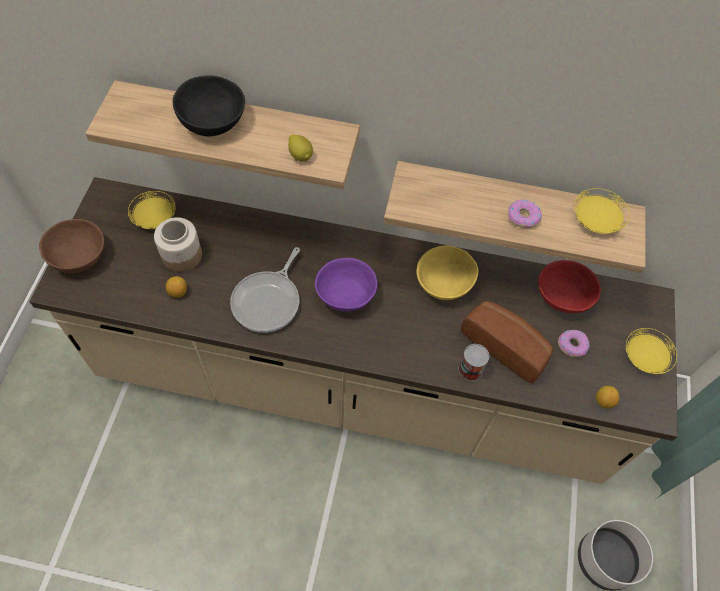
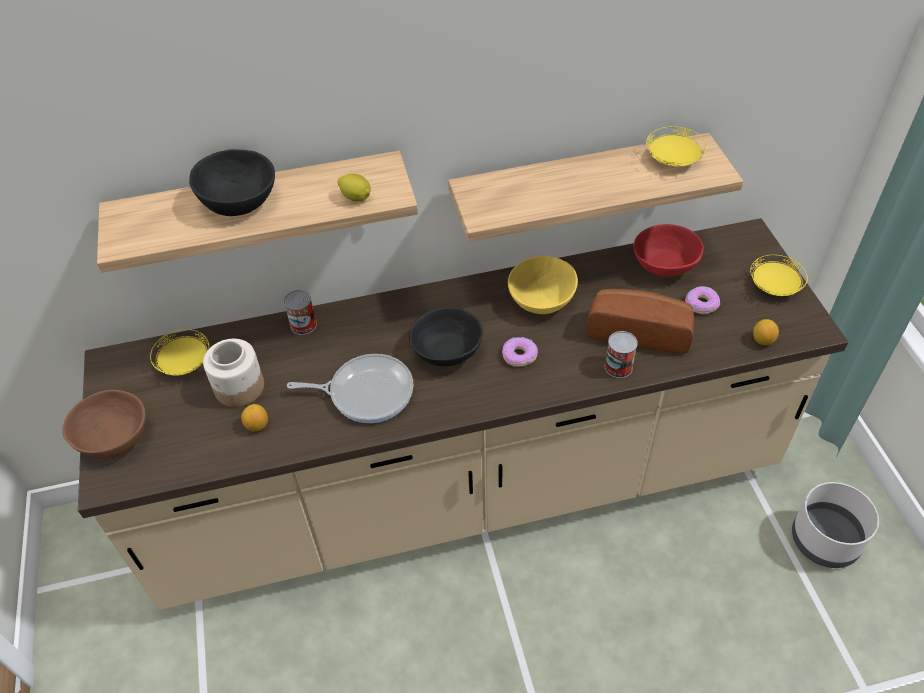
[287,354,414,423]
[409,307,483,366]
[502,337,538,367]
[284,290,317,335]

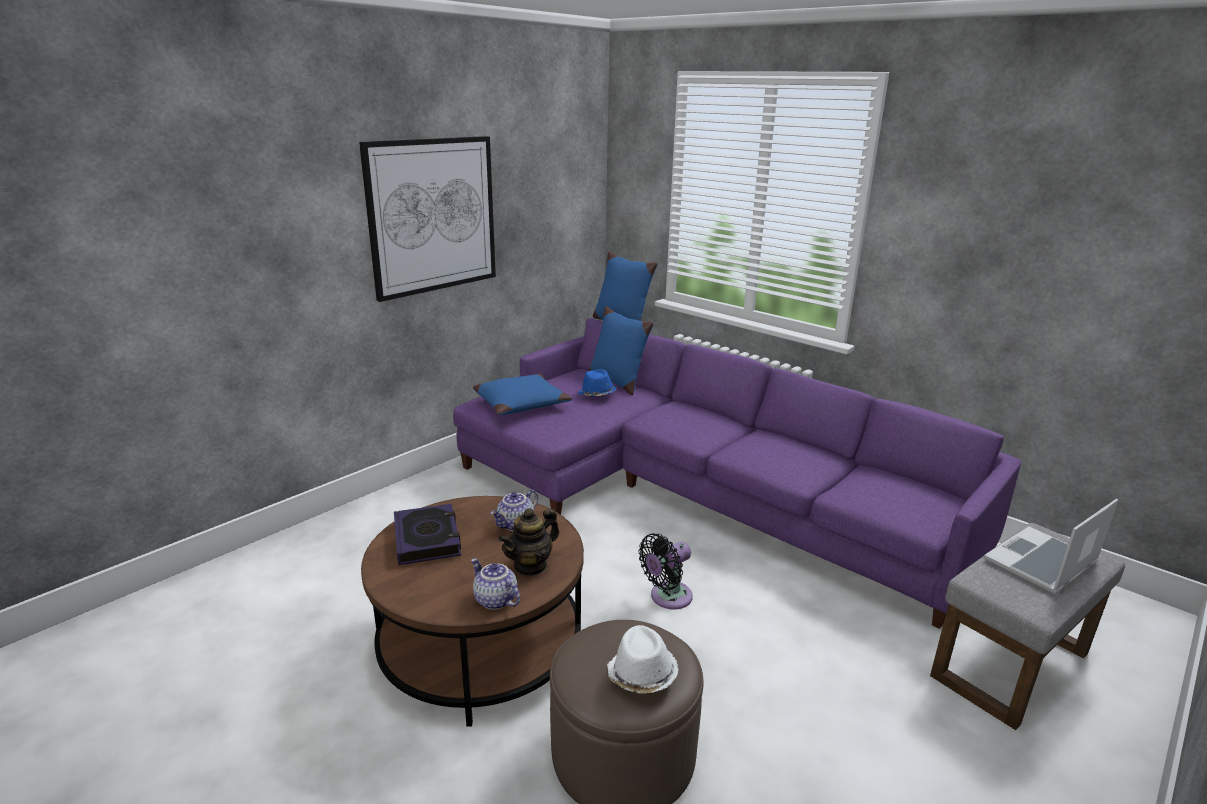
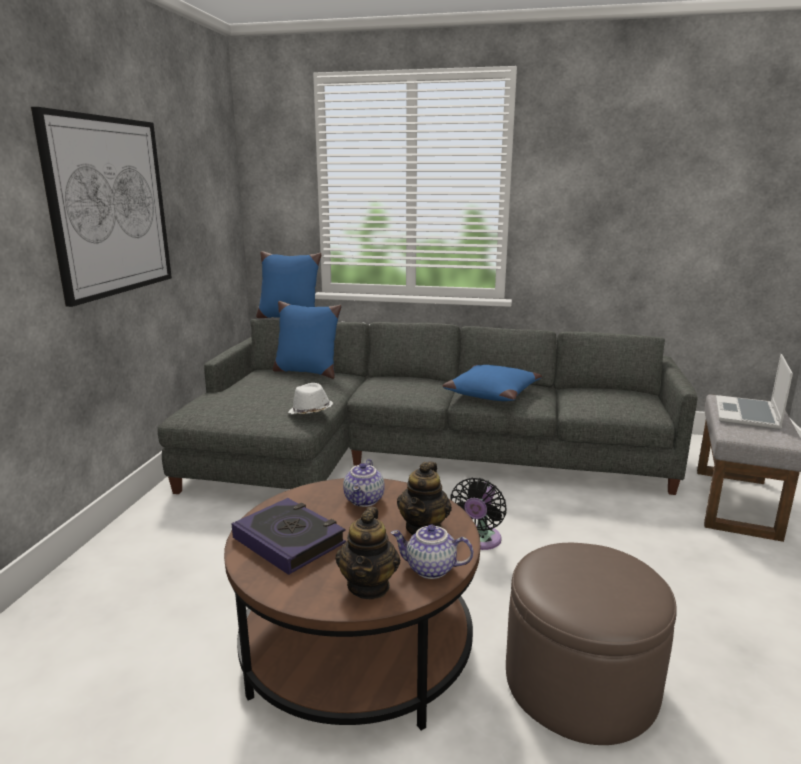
[157,319,697,495]
[442,365,542,401]
[578,369,617,396] (first image)
[288,383,333,414]
[336,507,400,599]

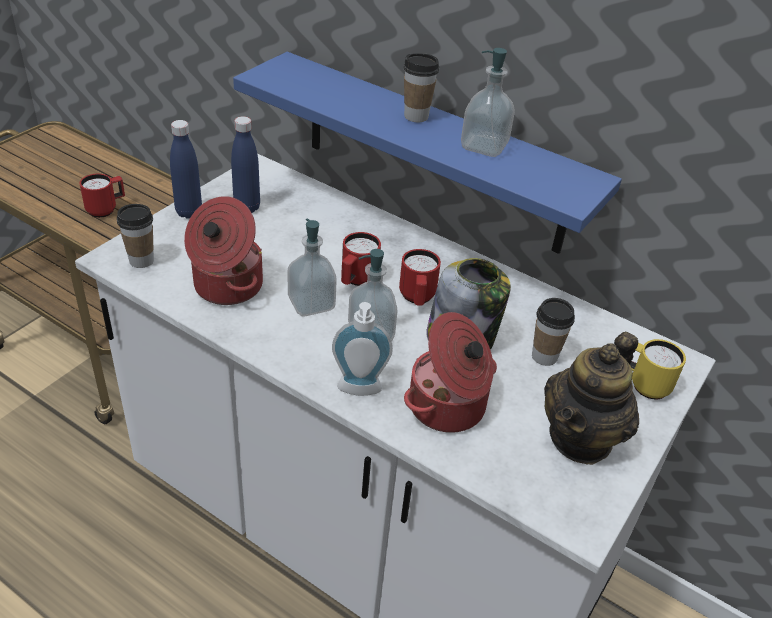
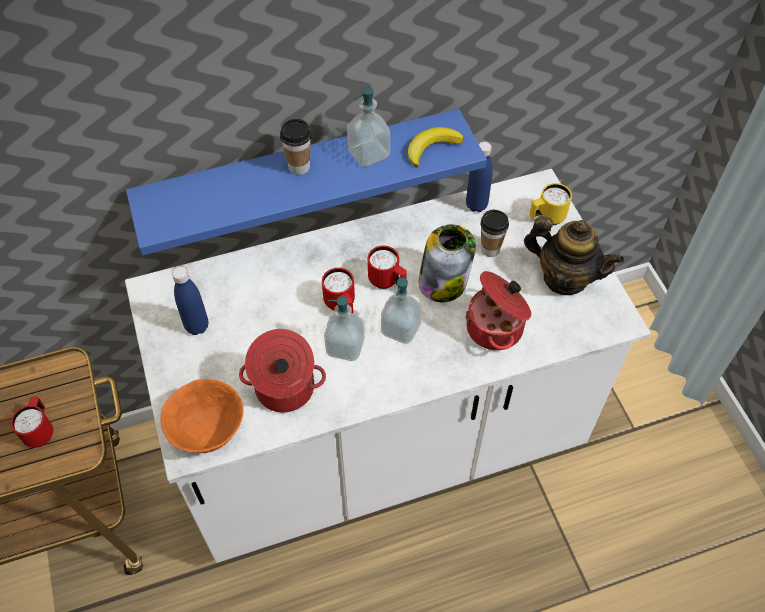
[160,379,244,453]
[466,141,493,212]
[332,302,393,396] (first image)
[524,216,624,295]
[408,127,464,168]

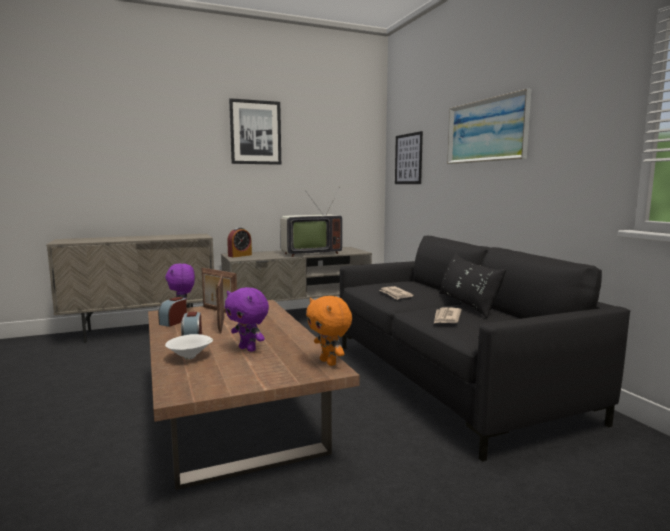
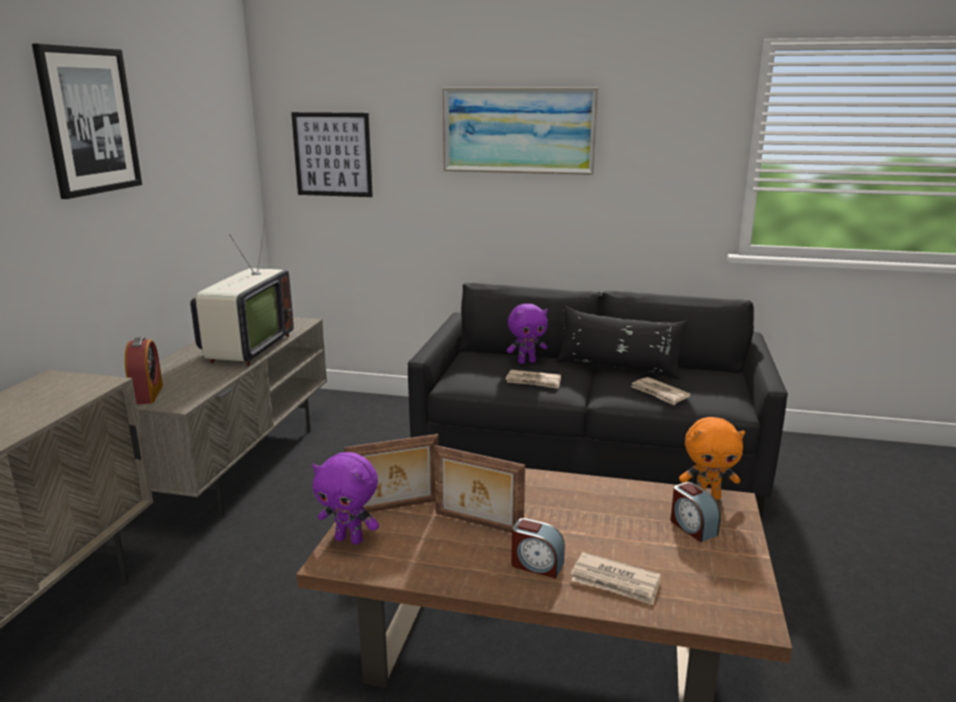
[671,482,721,542]
[570,552,661,605]
[507,304,548,364]

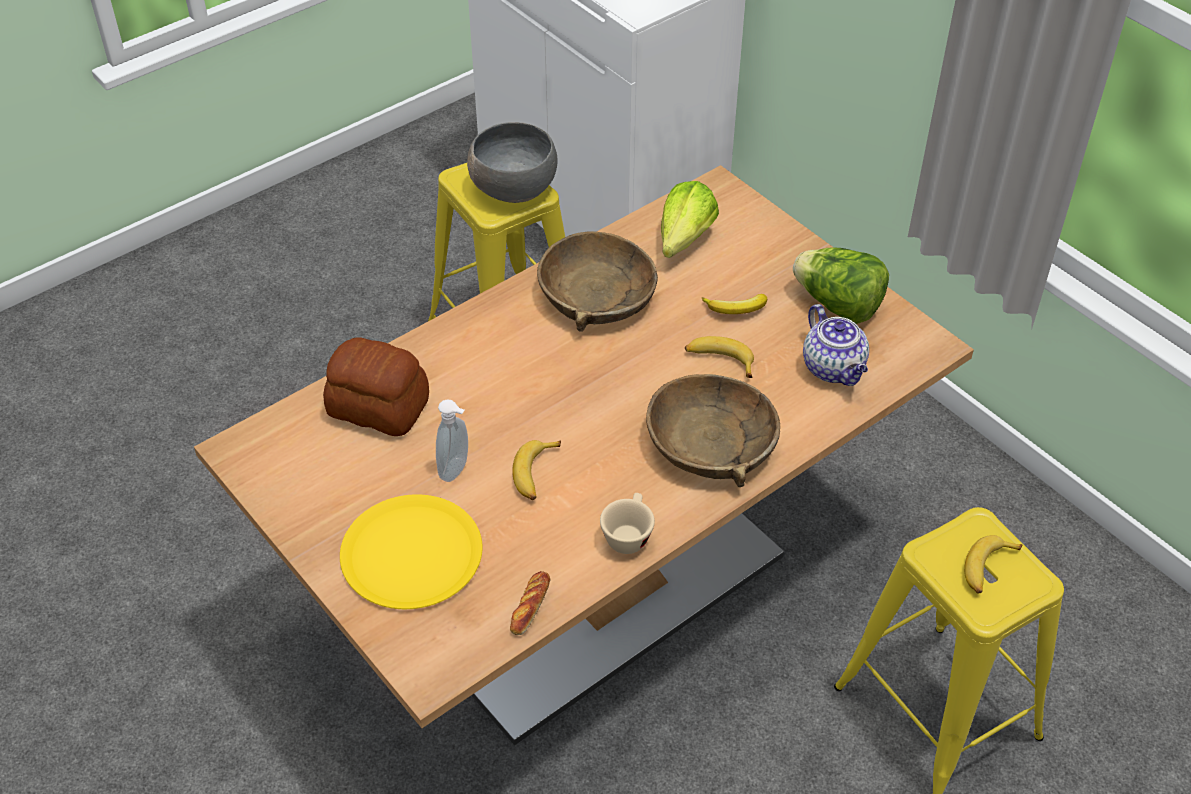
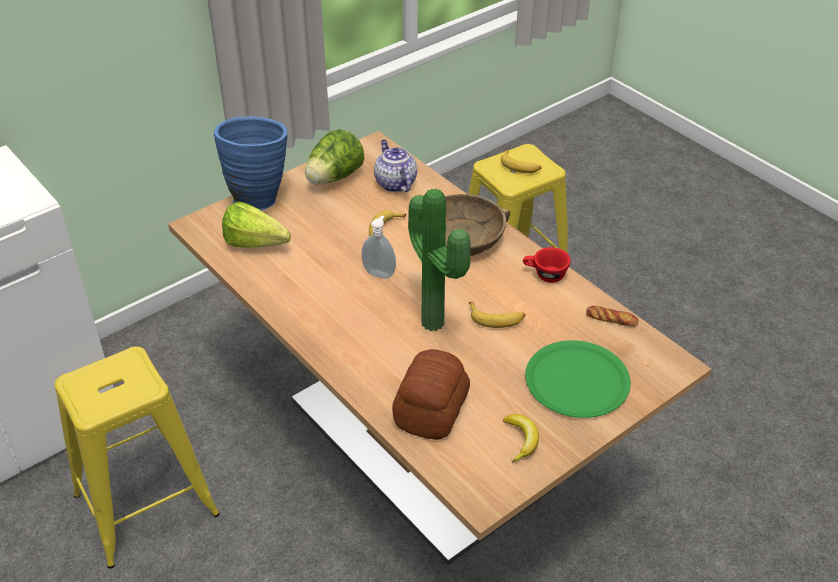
[525,340,631,418]
[361,215,396,279]
[467,122,558,203] (first image)
[537,231,658,332] (first image)
[523,247,571,283]
[503,414,539,463]
[374,140,417,192]
[214,116,288,211]
[408,189,470,331]

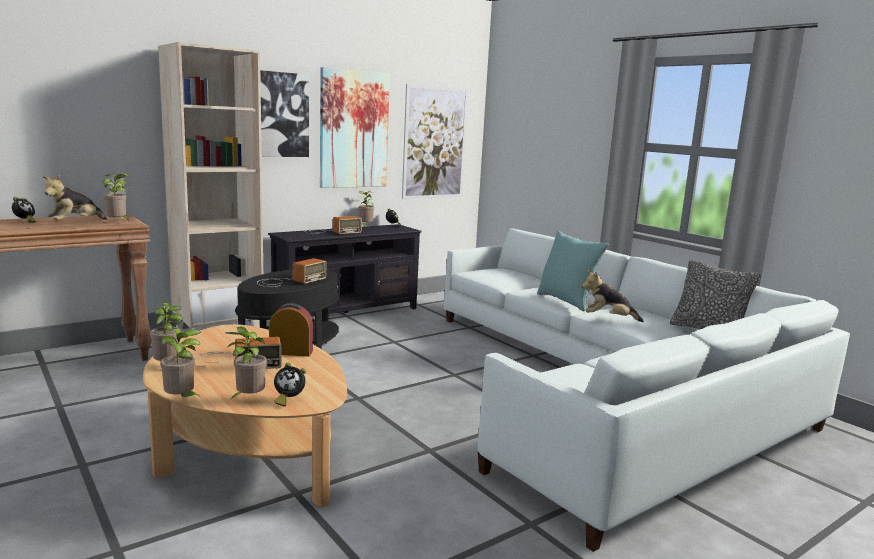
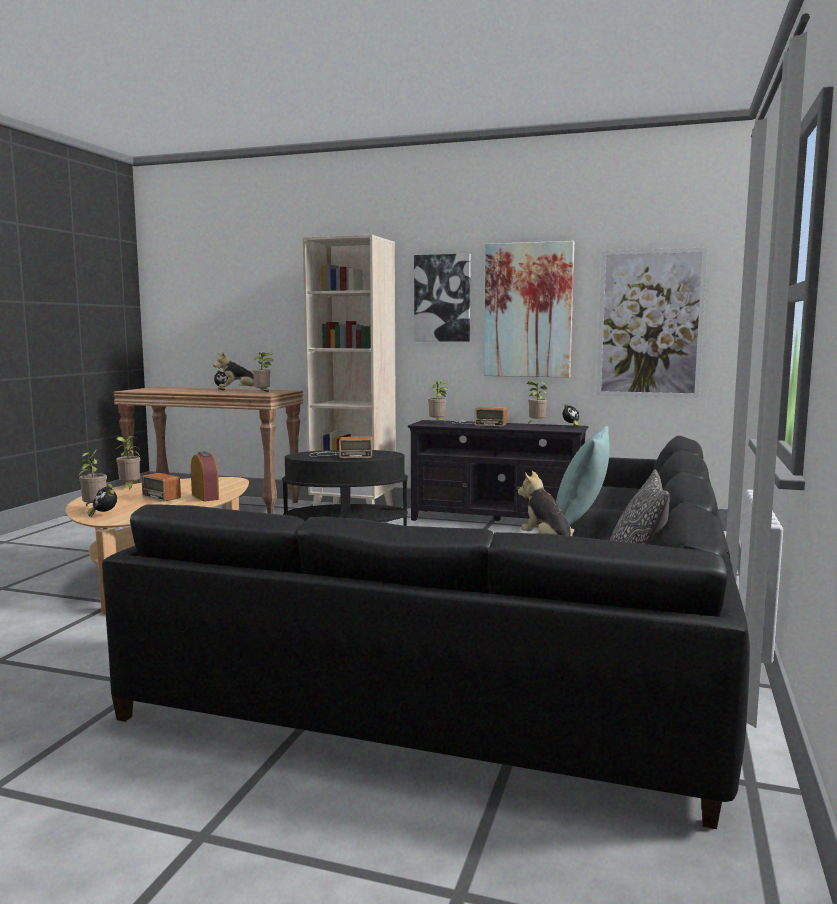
[428,381,448,422]
[102,436,750,829]

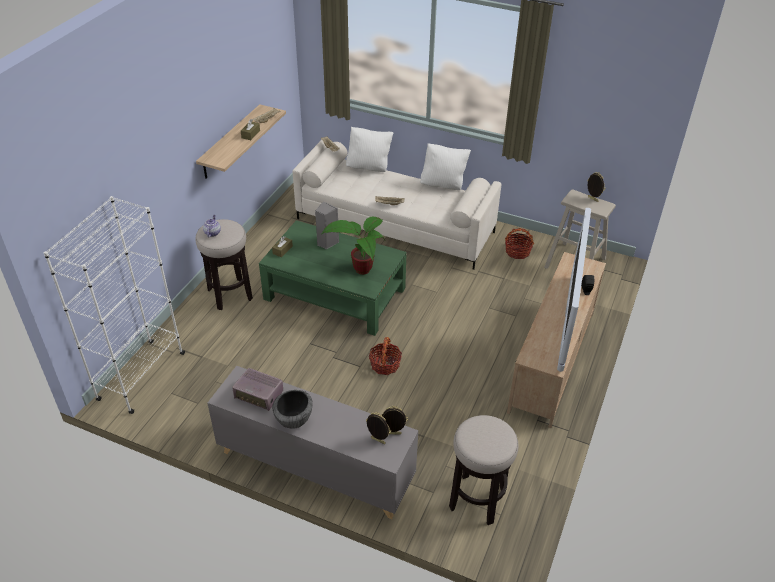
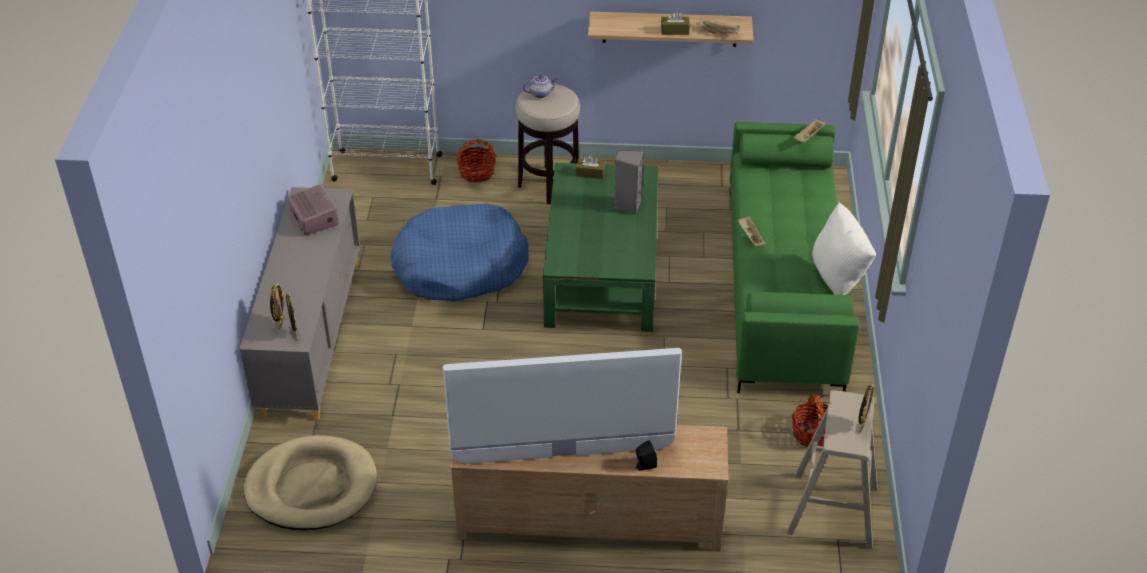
[288,184,339,235]
[272,390,313,429] (first image)
[729,122,860,393]
[321,217,385,275] (first image)
[346,127,394,172] (first image)
[456,139,497,183]
[244,435,377,530]
[391,203,528,302]

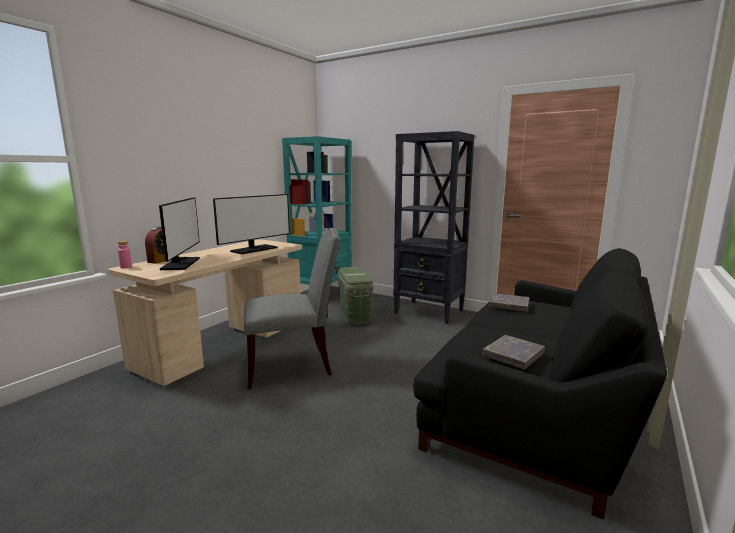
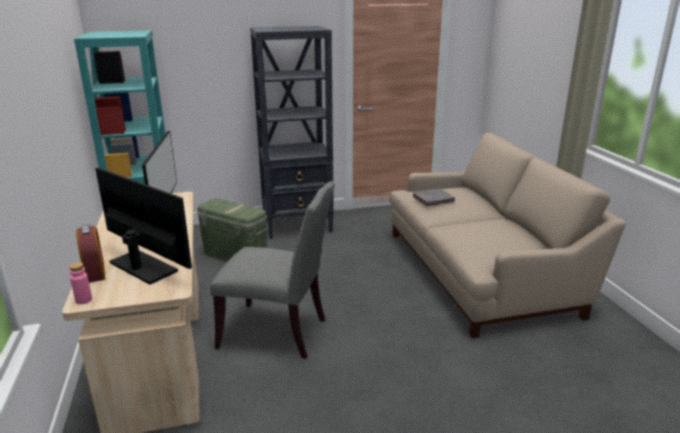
[210,181,335,359]
[390,133,626,338]
[482,335,545,369] (first image)

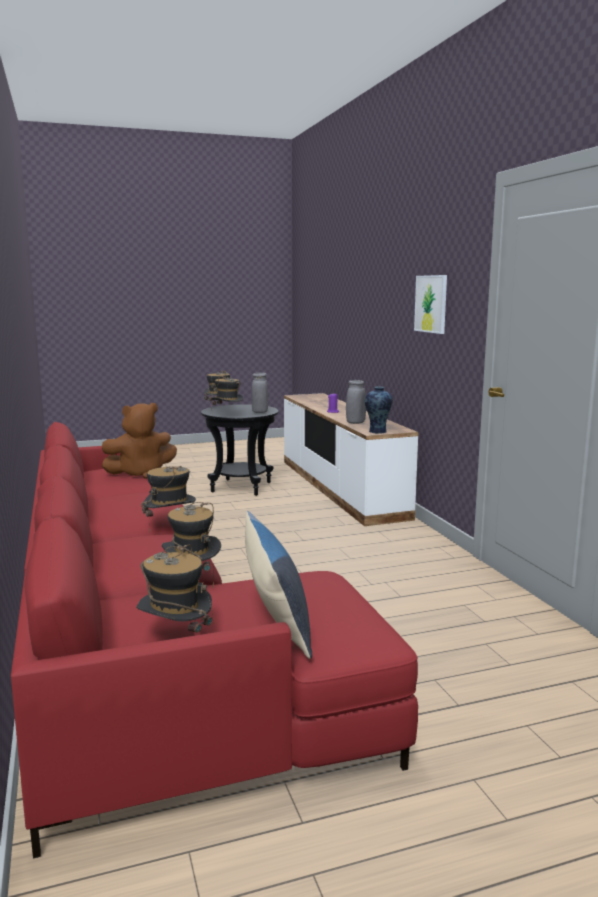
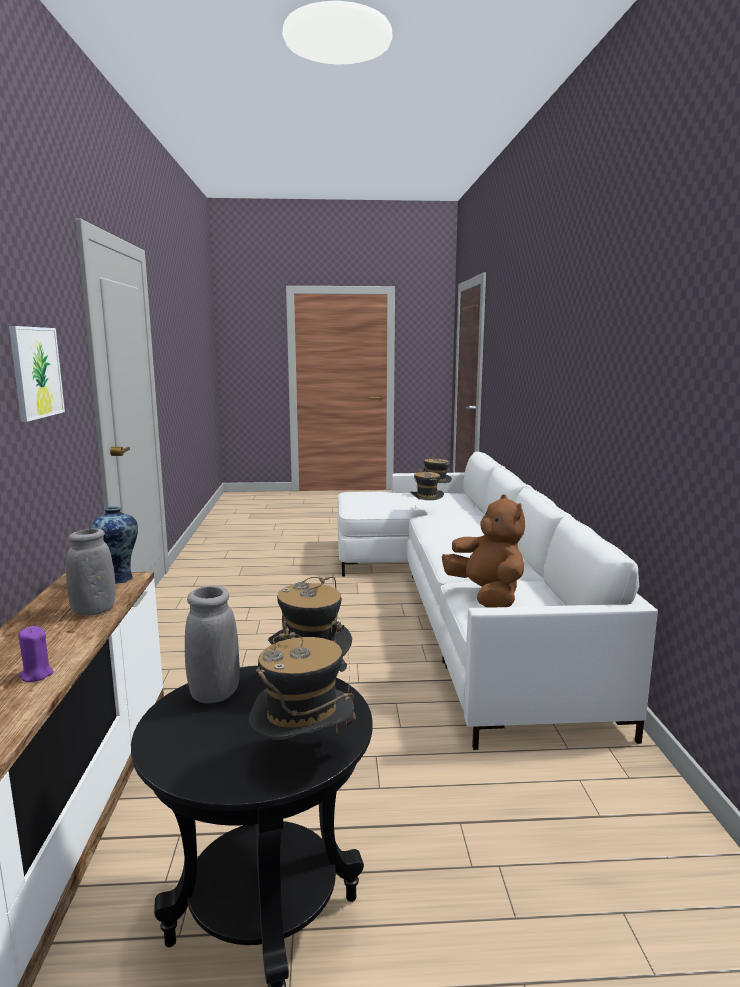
[338,451,658,750]
[442,494,525,608]
[141,466,196,531] (first image)
[245,511,312,659] (first image)

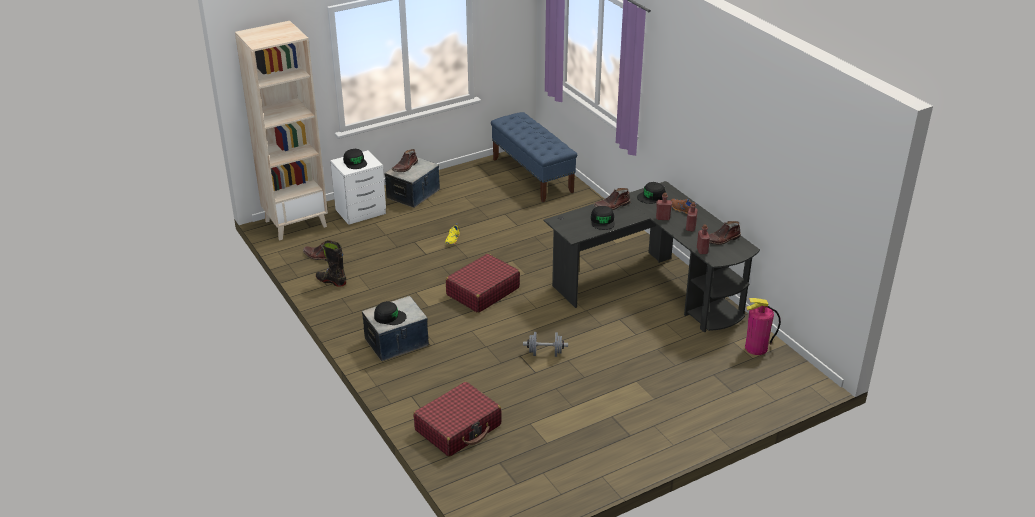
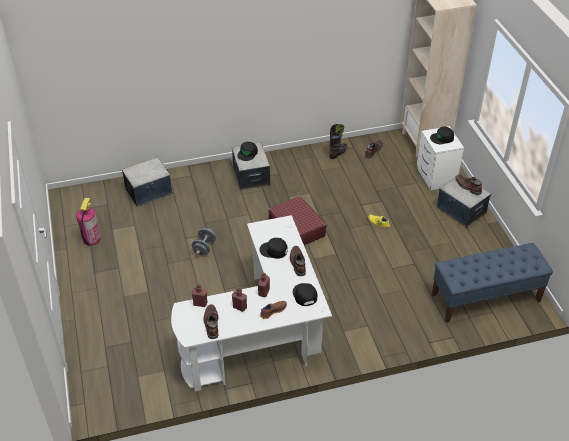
[122,157,173,207]
[171,215,332,391]
[76,198,100,247]

